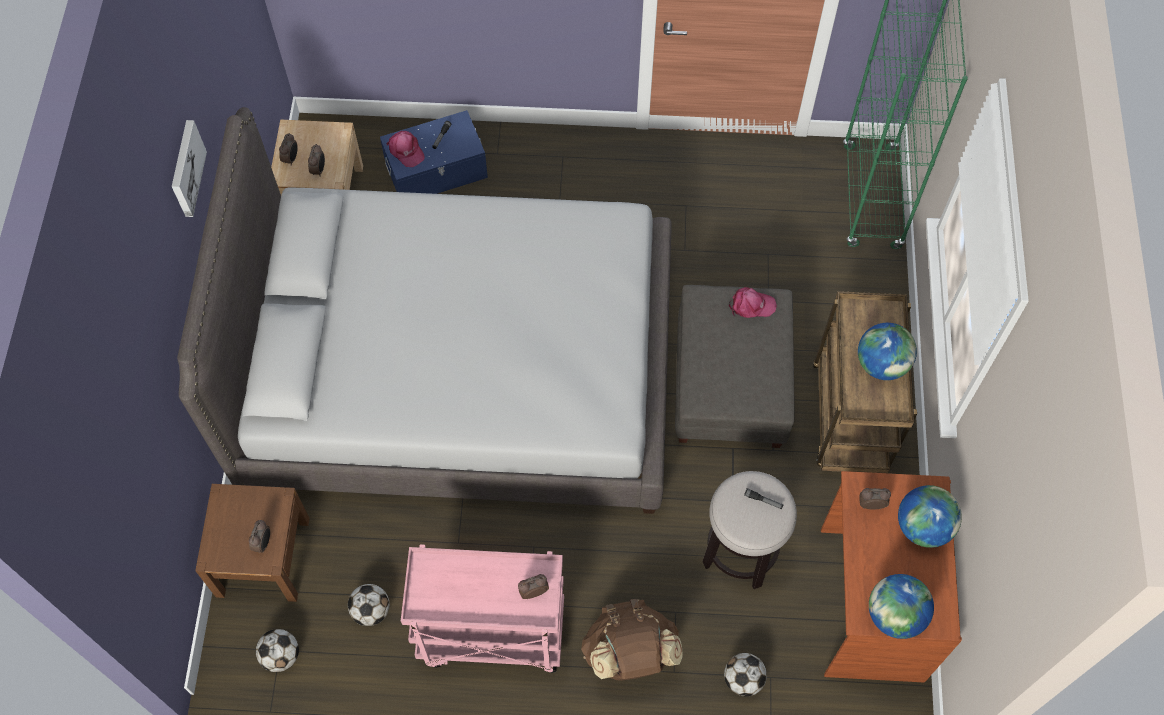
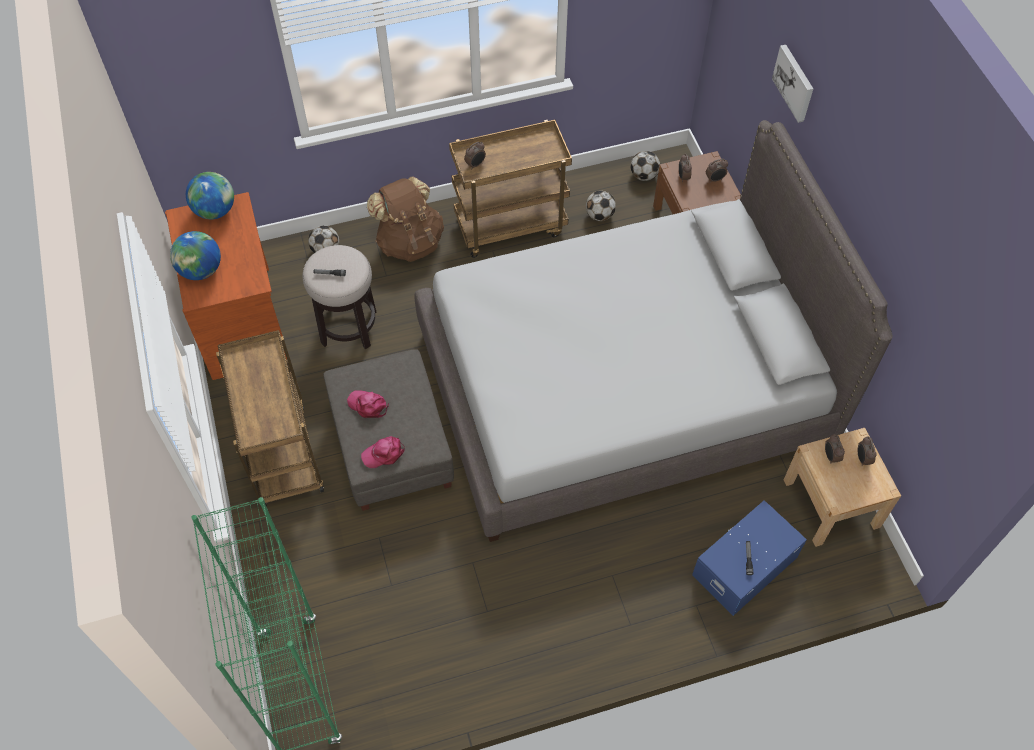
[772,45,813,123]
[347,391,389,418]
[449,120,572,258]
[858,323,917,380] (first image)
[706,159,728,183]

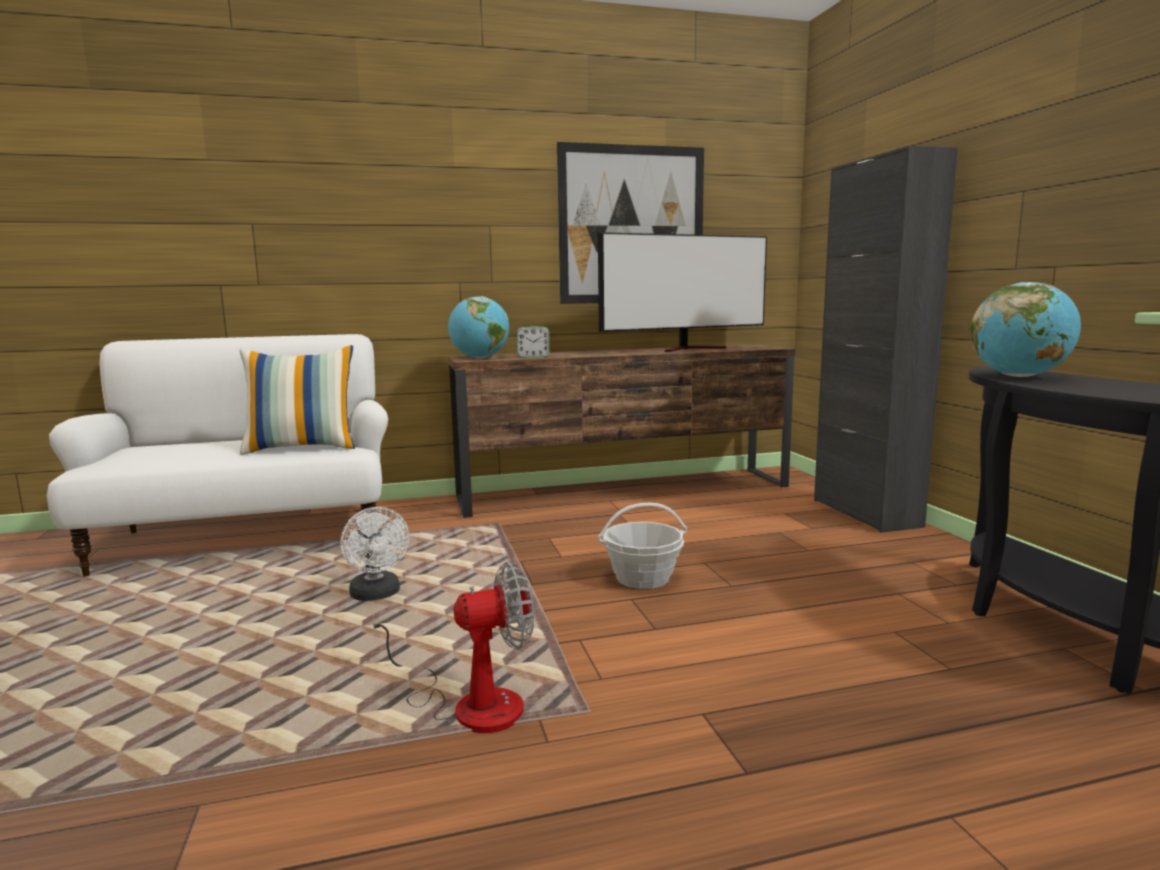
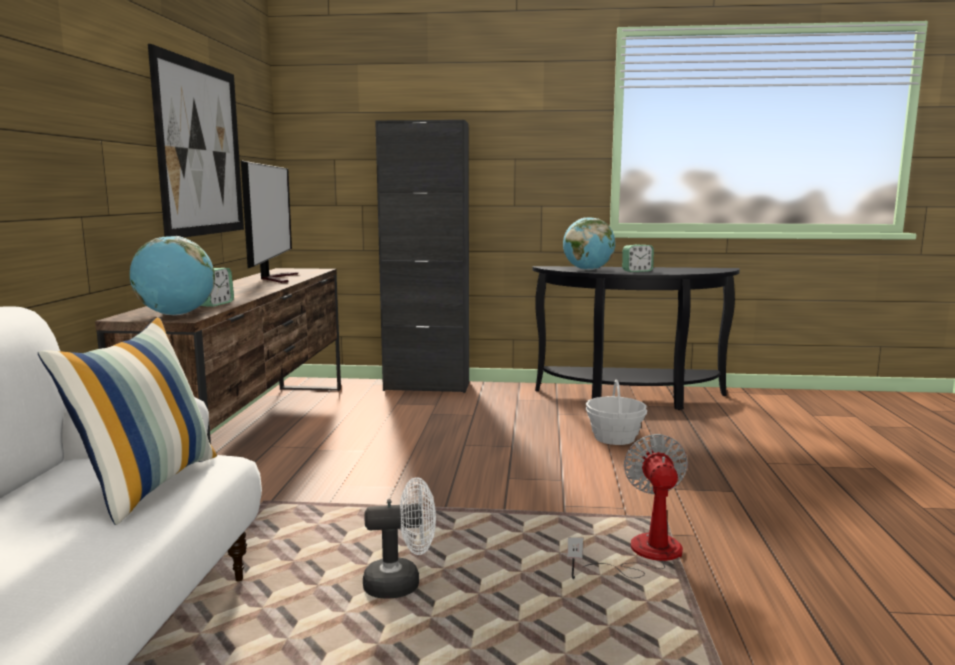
[586,379,647,445]
[622,244,654,272]

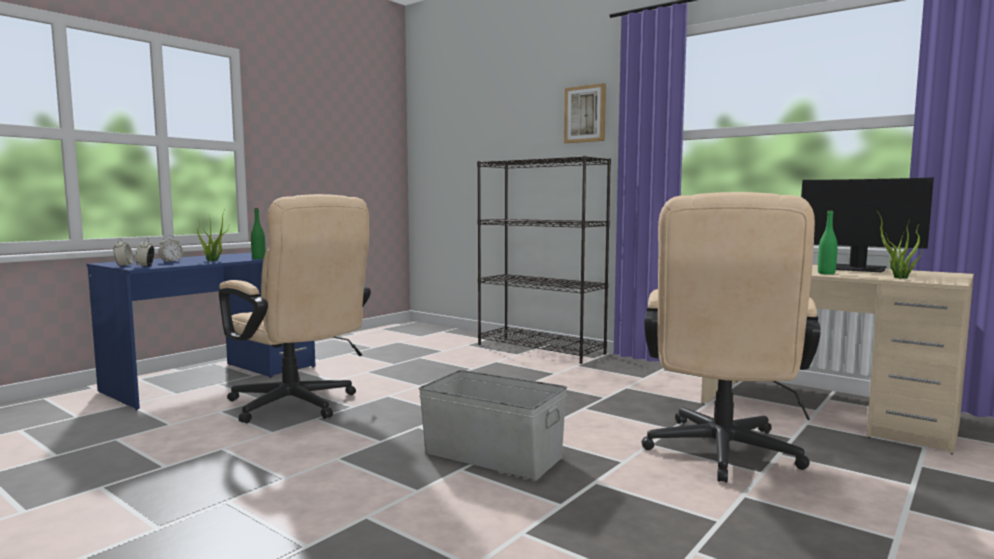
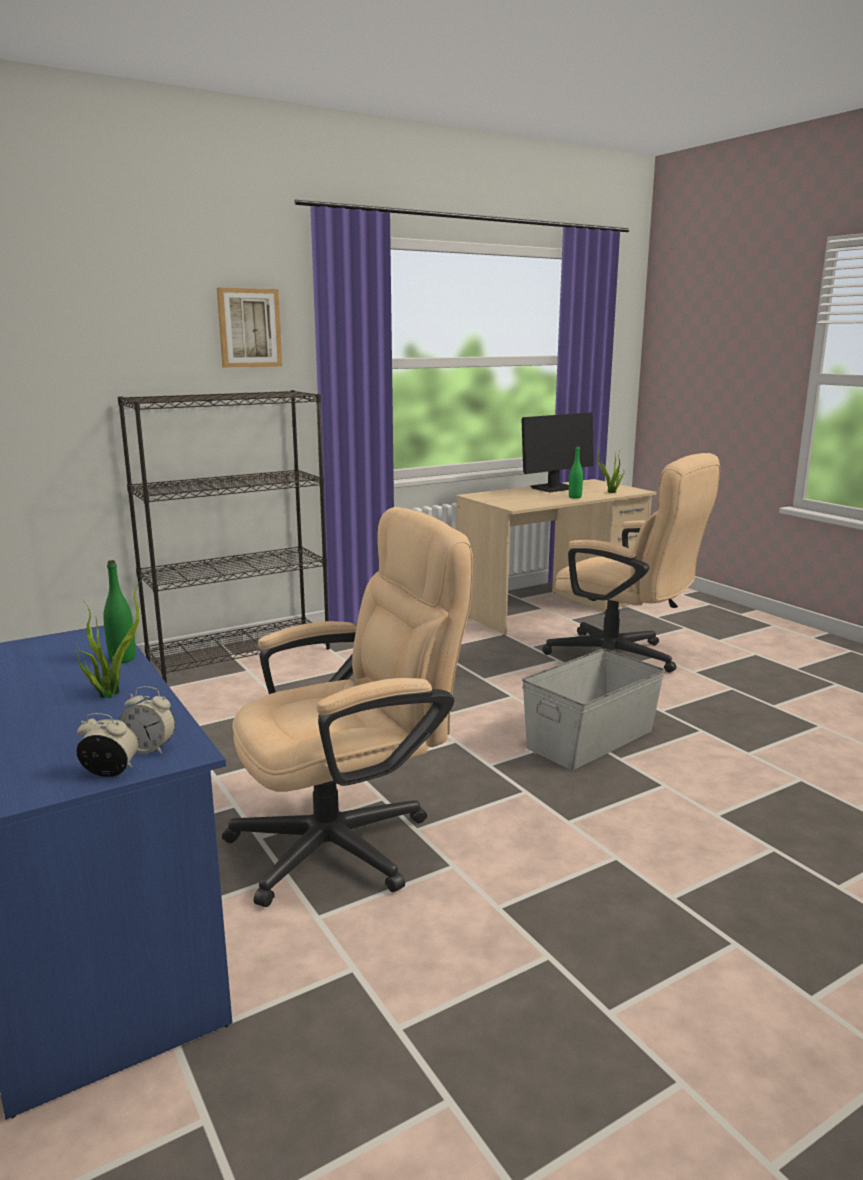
[158,235,183,262] (first image)

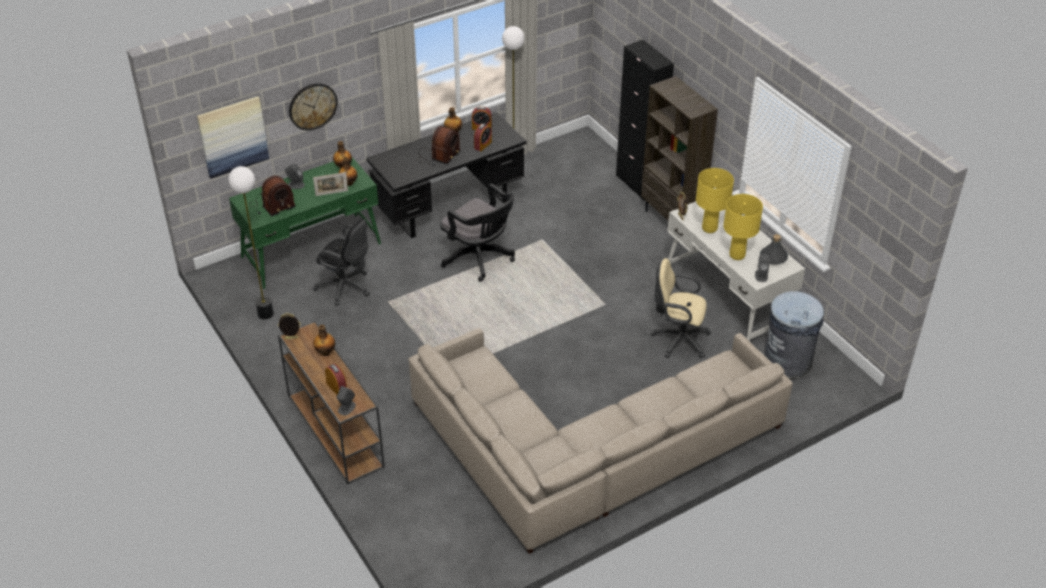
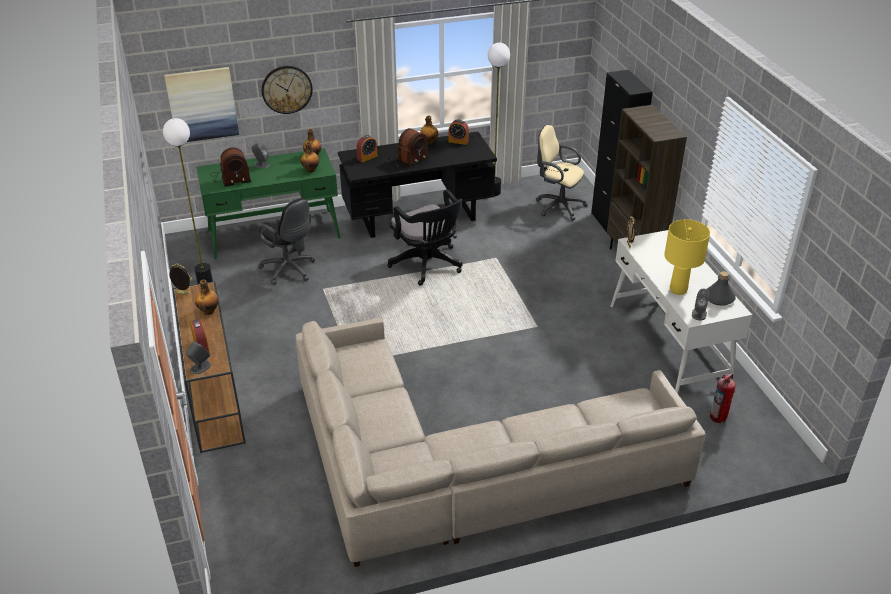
[313,172,348,196] (first image)
[357,135,377,162]
[536,125,588,221]
[696,168,734,233] (first image)
[710,373,736,423]

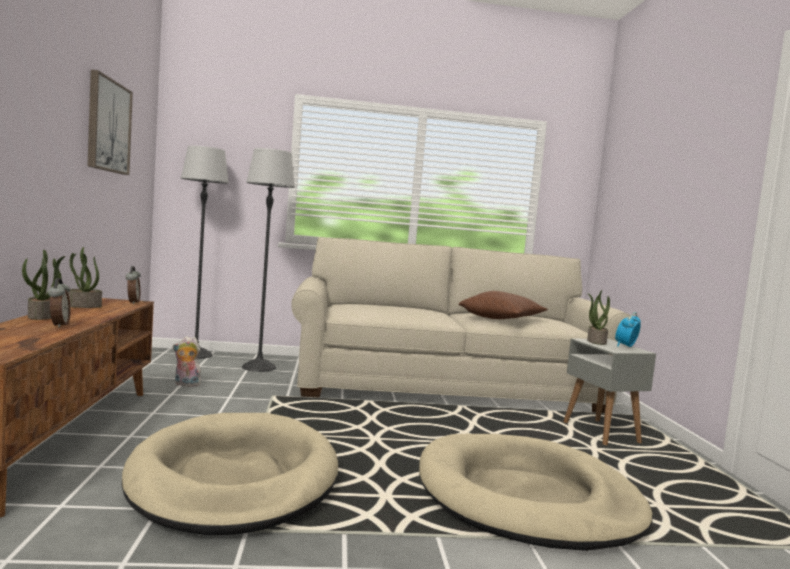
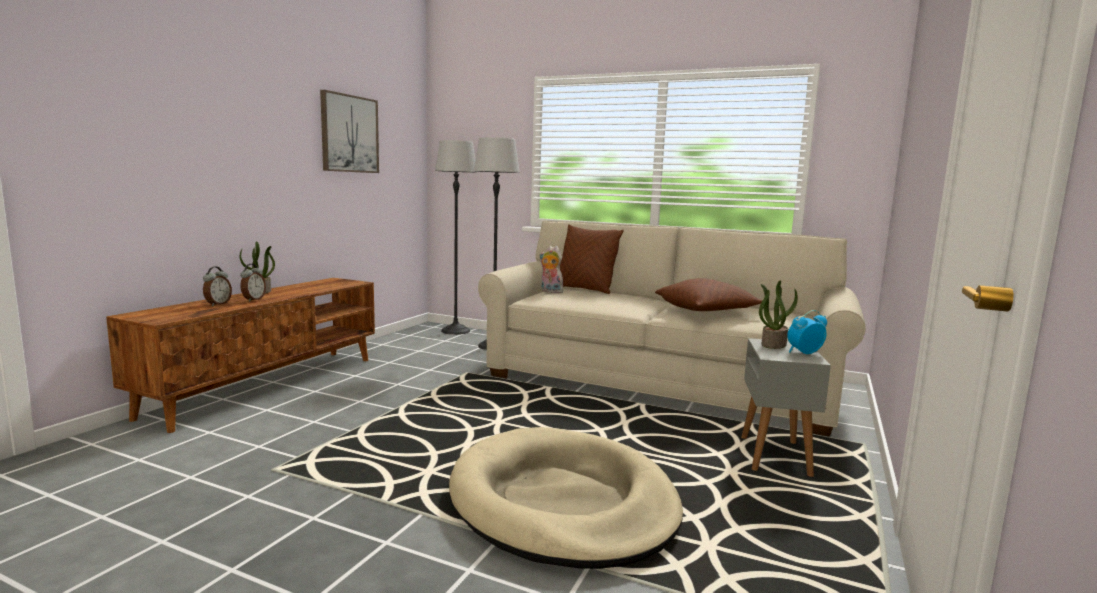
[68,247,102,308] (first image)
[122,413,338,535] (first image)
[203,267,232,306]
[540,246,563,293]
[560,224,624,294]

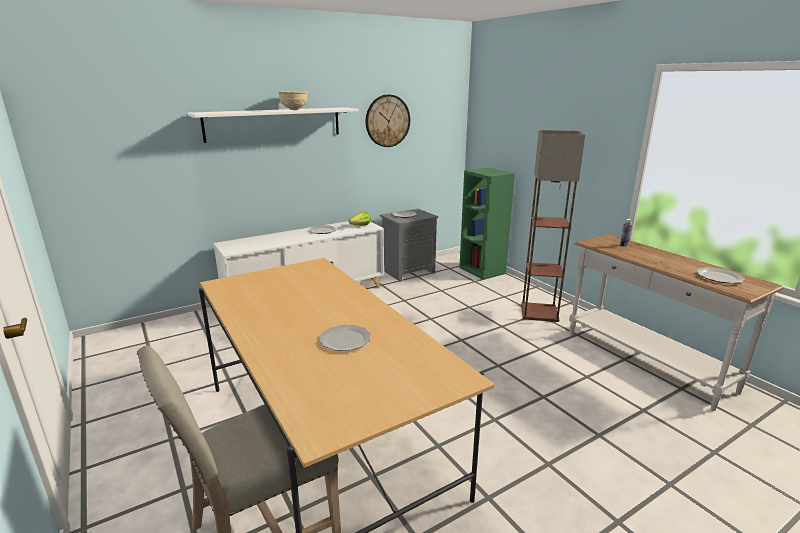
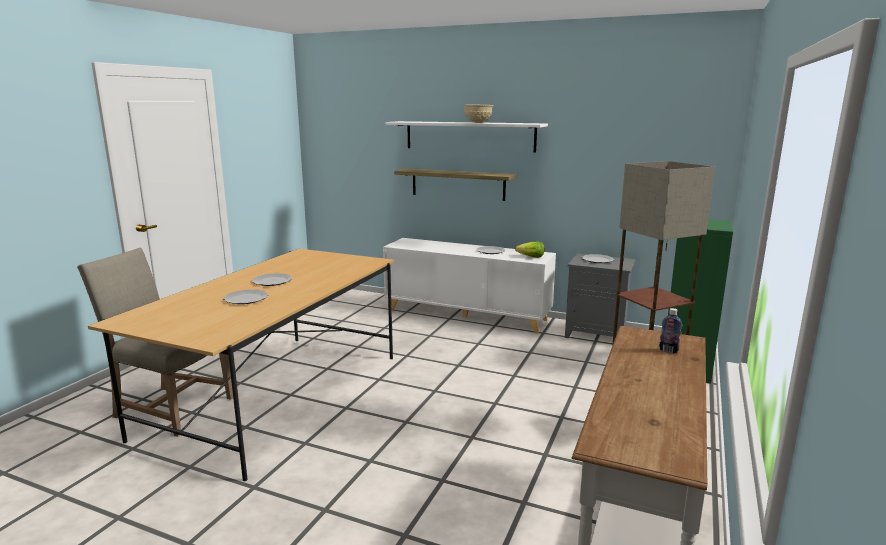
[366,94,410,147] (first image)
[252,273,292,286]
[394,169,516,201]

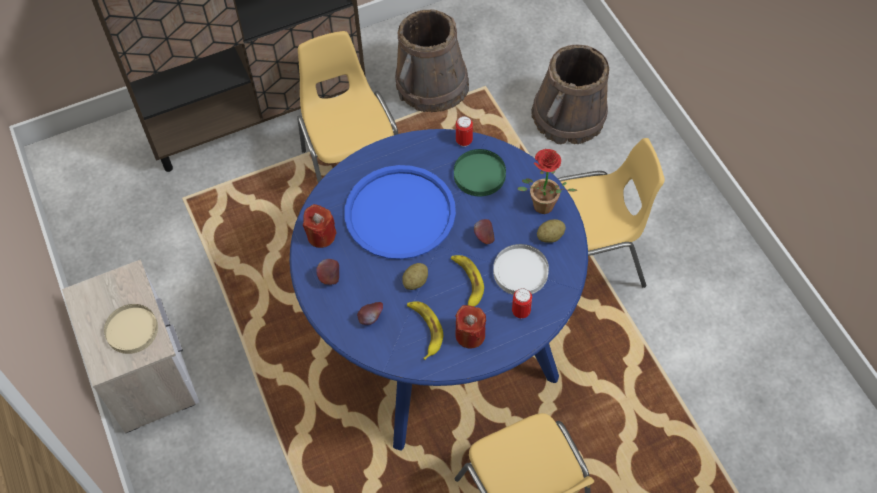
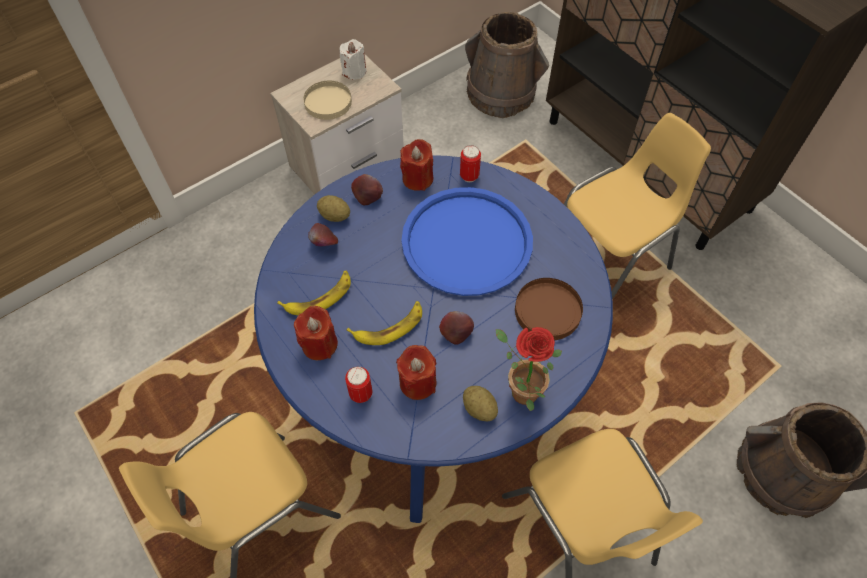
[465,11,549,118]
[317,195,350,222]
[515,278,583,340]
[460,145,481,182]
[396,345,436,400]
[340,39,366,79]

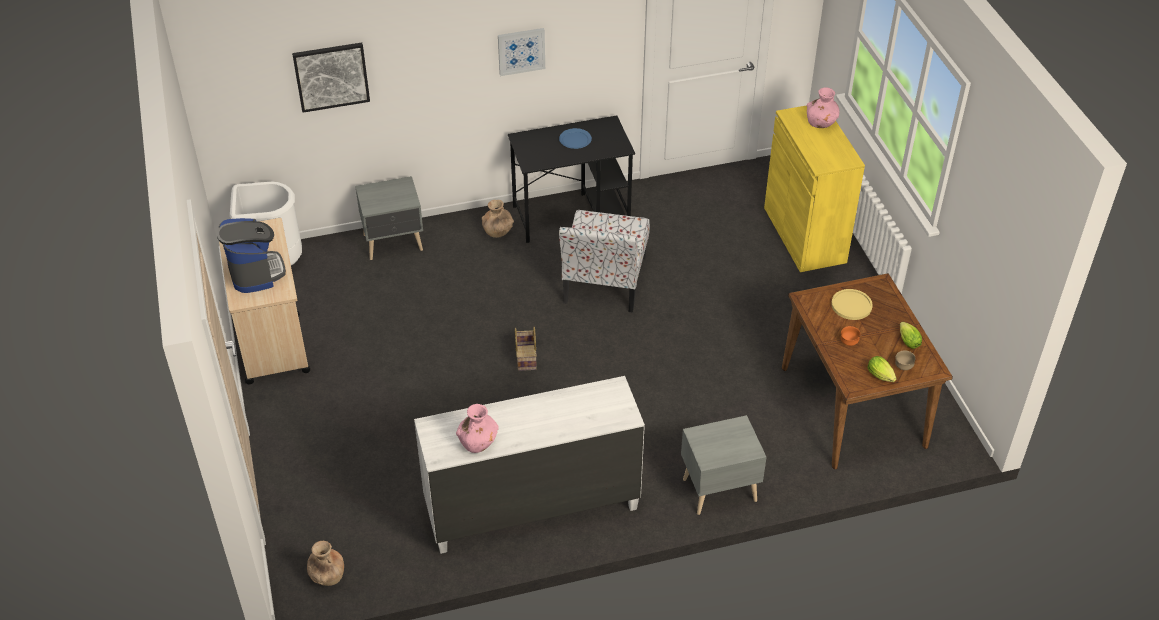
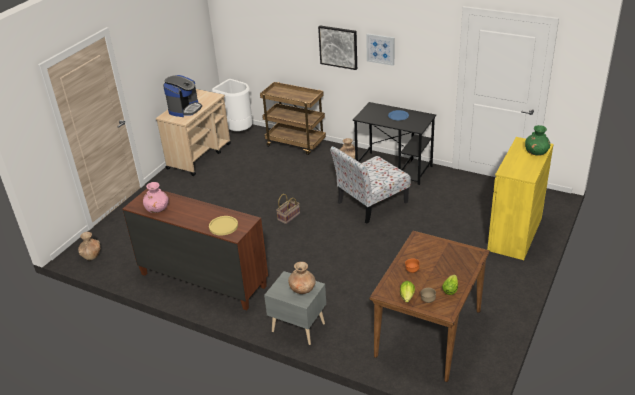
[318,25,357,70]
[260,82,326,155]
[123,189,268,310]
[525,125,550,156]
[209,216,238,236]
[288,262,316,294]

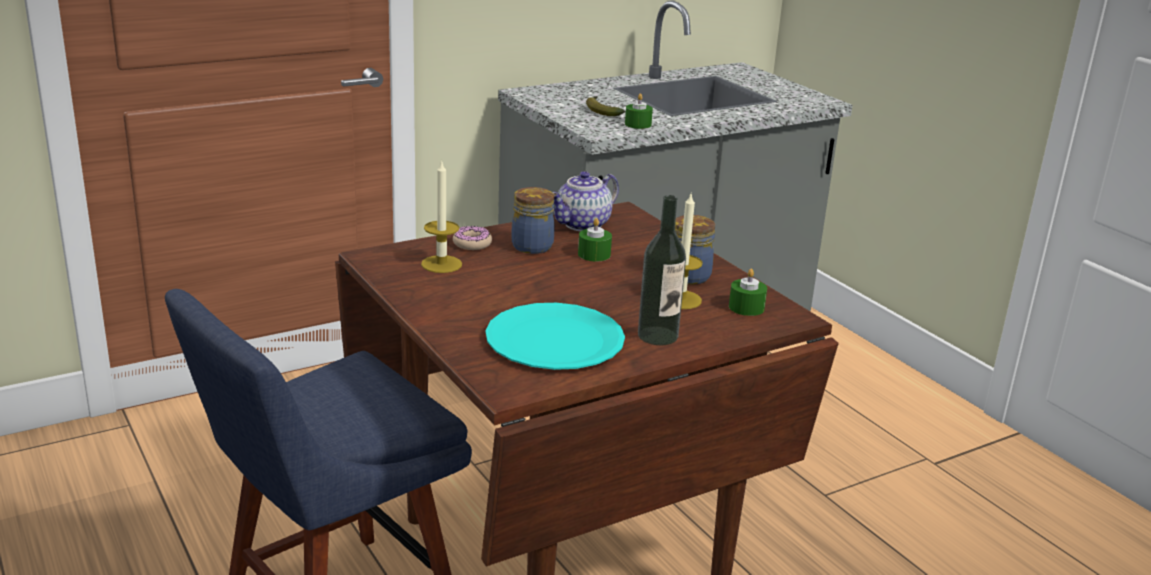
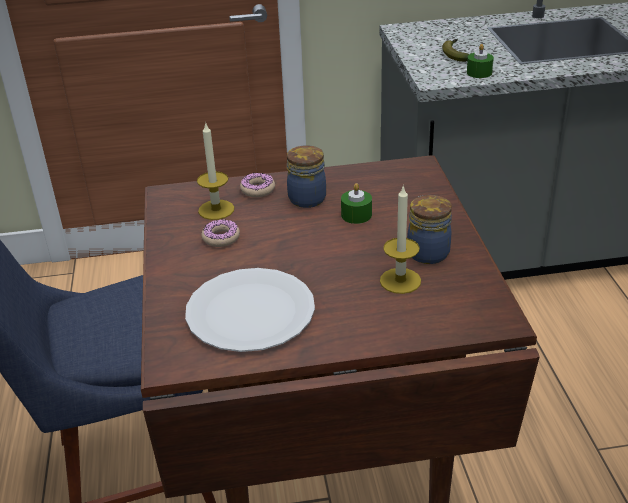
[185,268,315,352]
[553,171,619,231] (first image)
[638,195,686,345] (first image)
[729,269,767,316] (first image)
[202,219,240,247]

